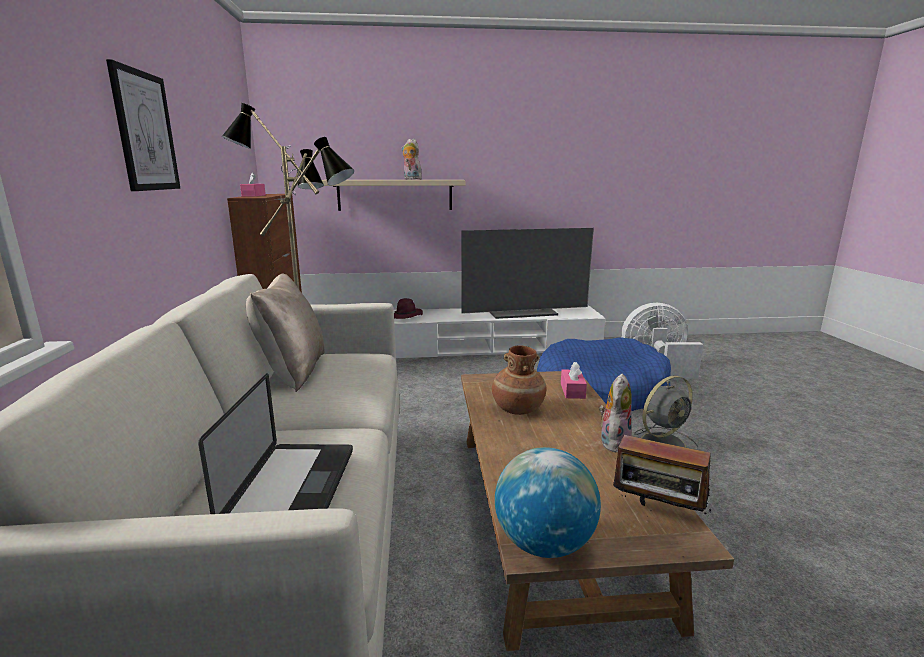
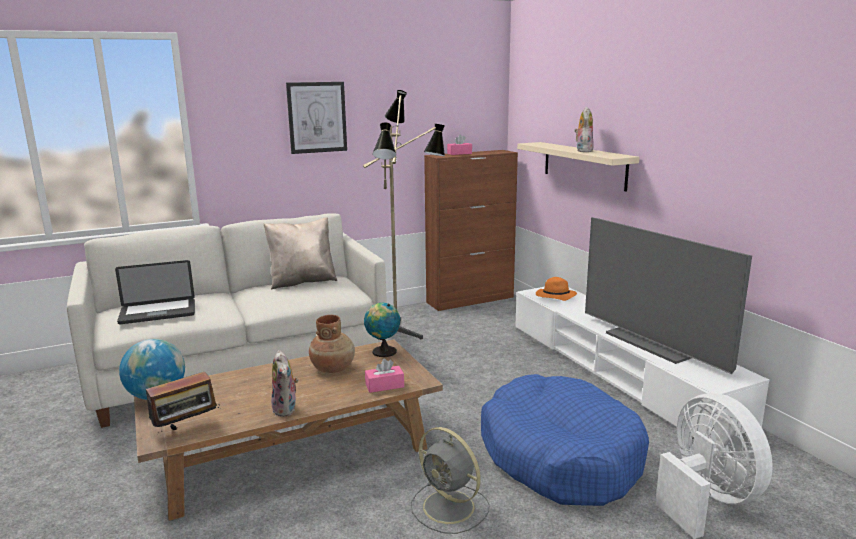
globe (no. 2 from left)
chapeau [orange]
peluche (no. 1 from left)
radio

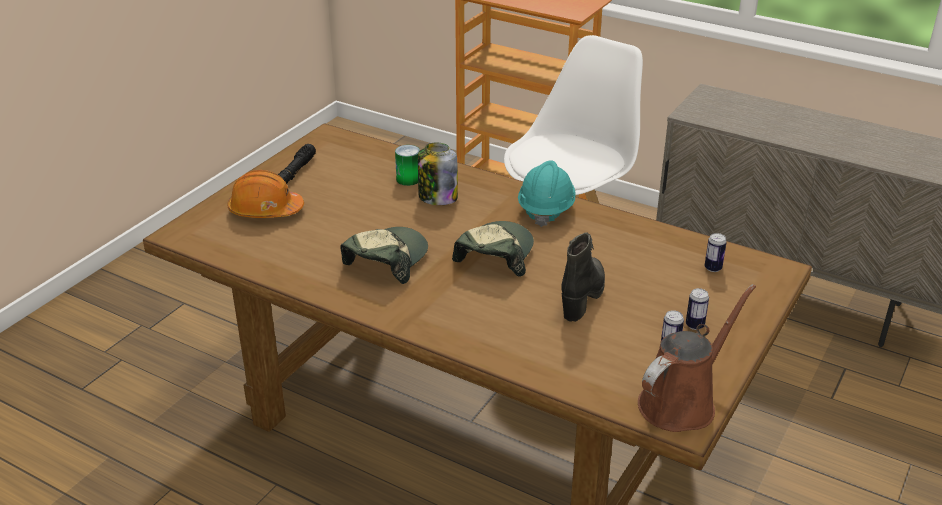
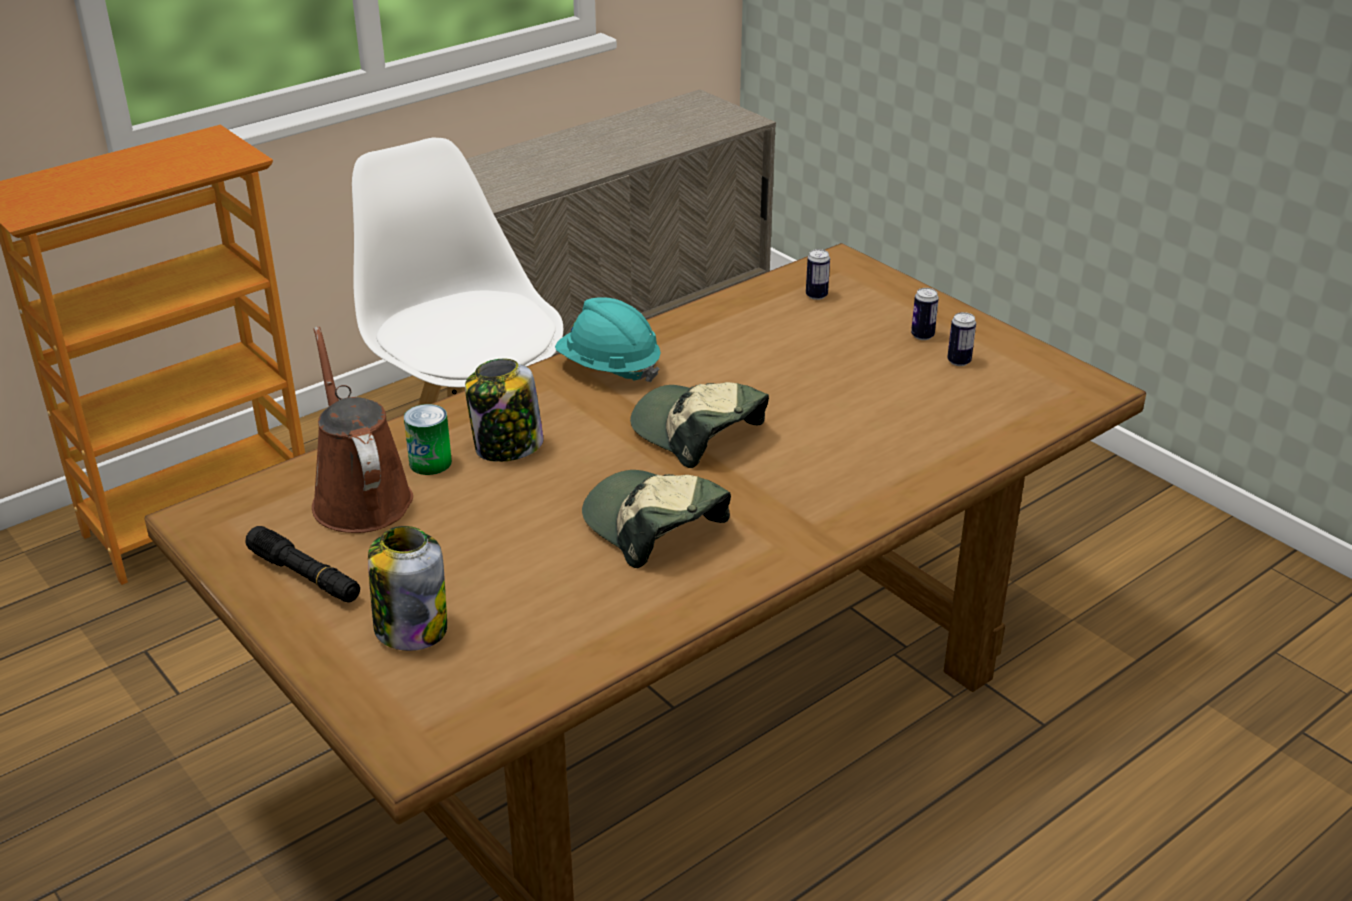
botte [noir]
arrosoir [marron]
bocal (no. 1 from left)

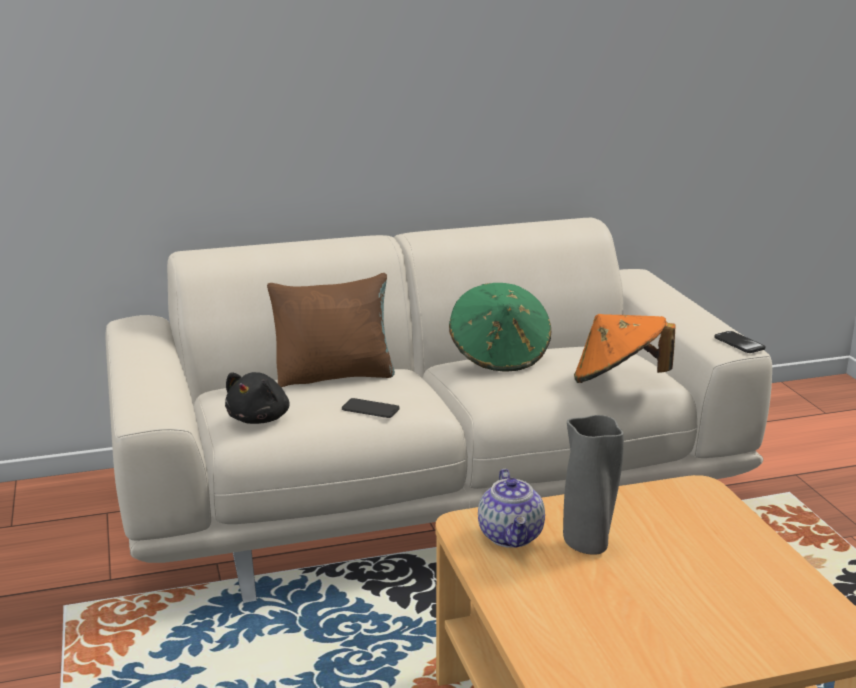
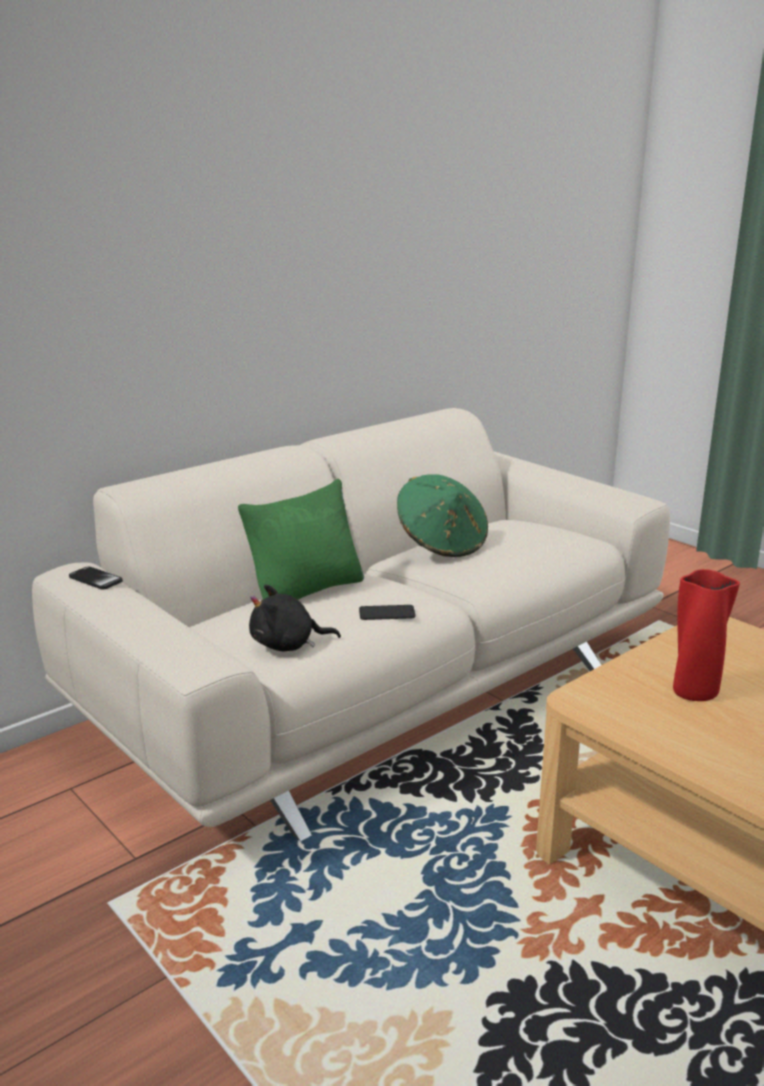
théière
chapeau [orange]
téléphone (no. 1 from left)
coussin [vert]
vase [rouge]
peluche [noir]

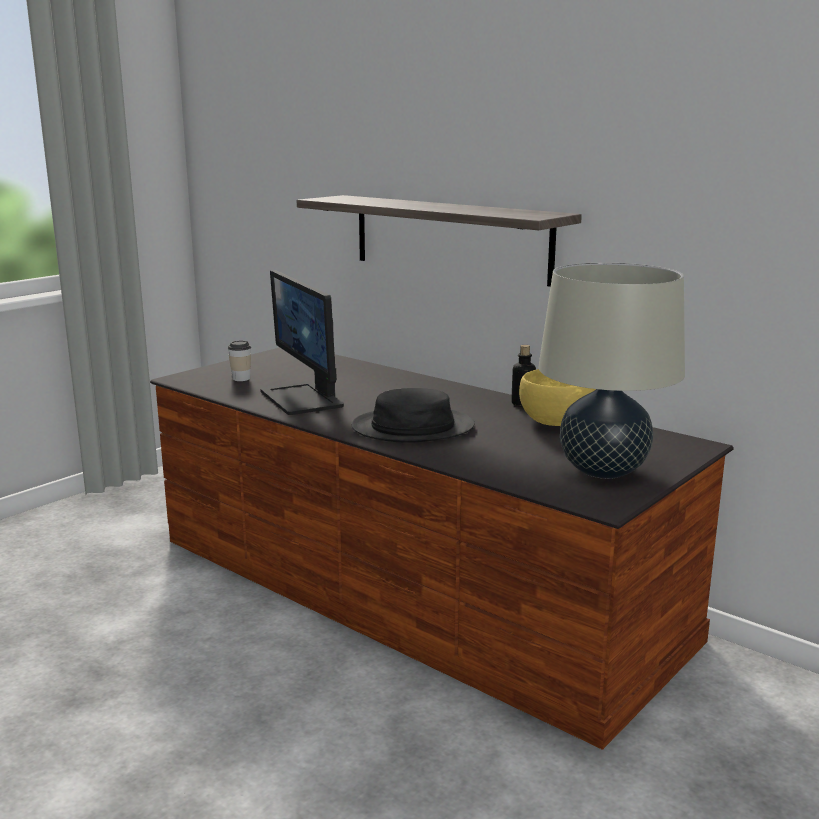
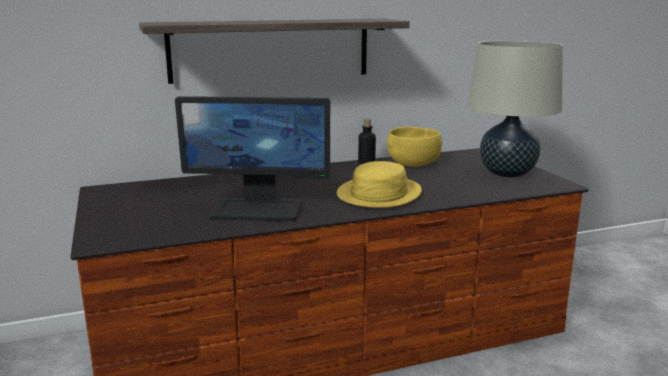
tasse
chapeau [jaune]

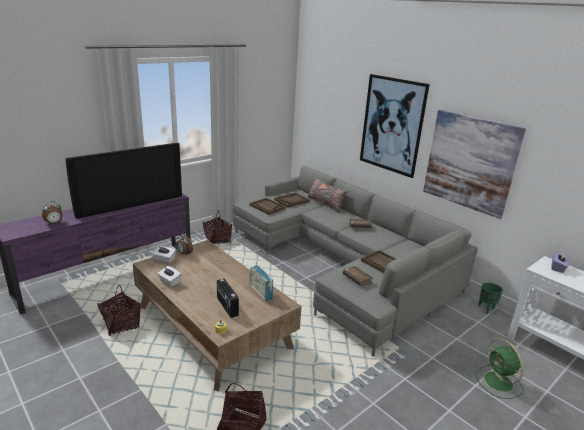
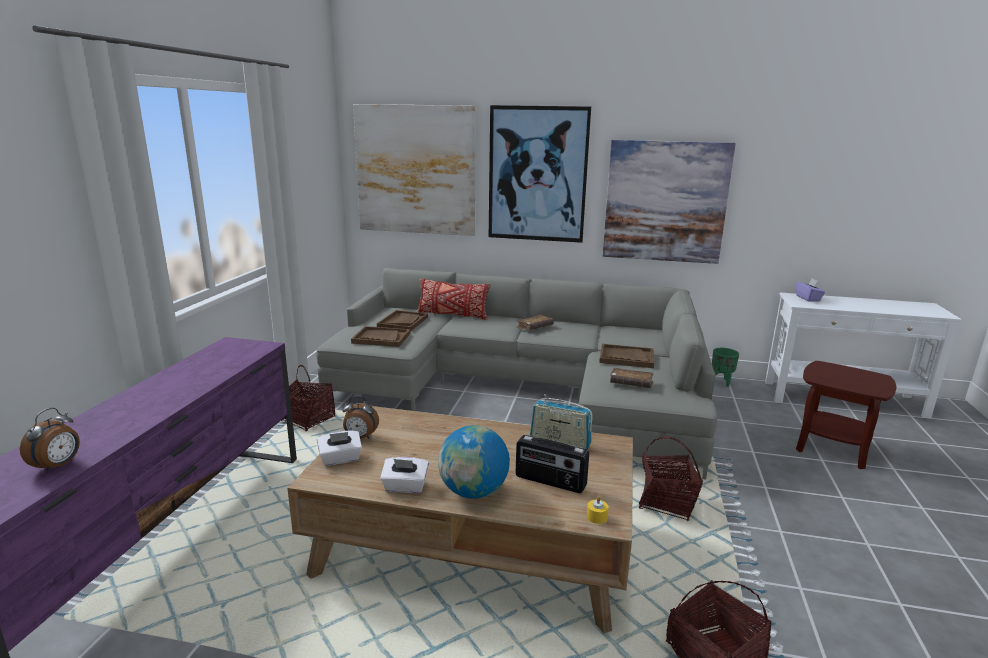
téléviseur
tableau (no. 1 from left)
globe
panier (no. 2 from left)
table d'appoint [marron]
coussin [rouge]

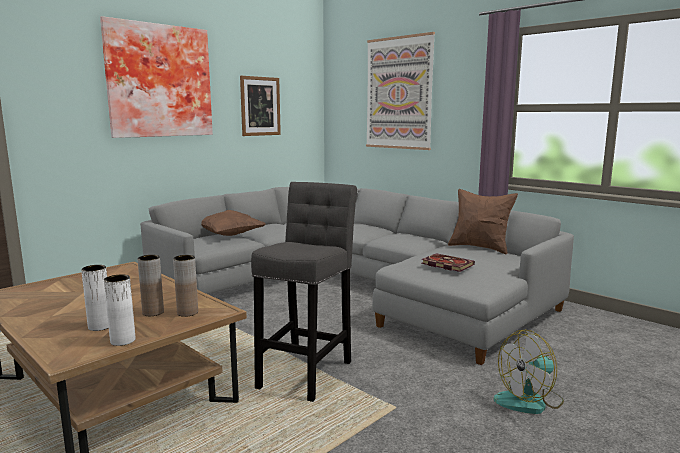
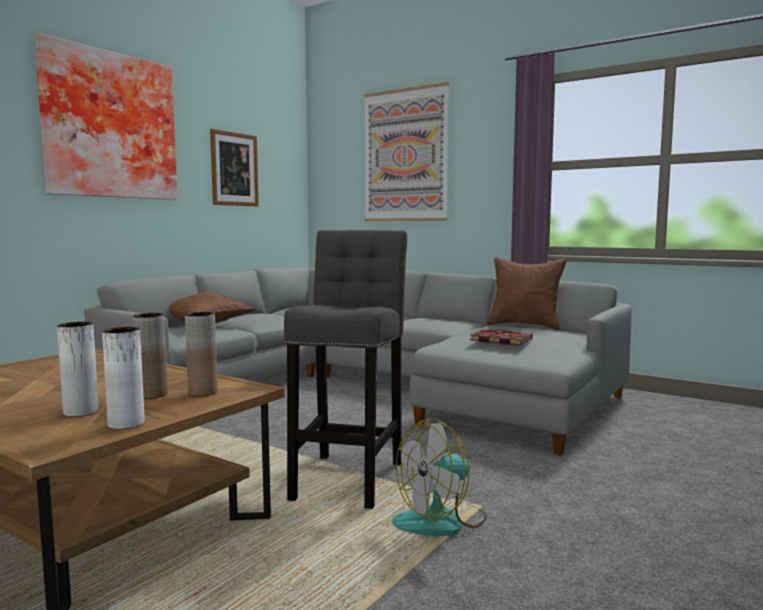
ventilateur

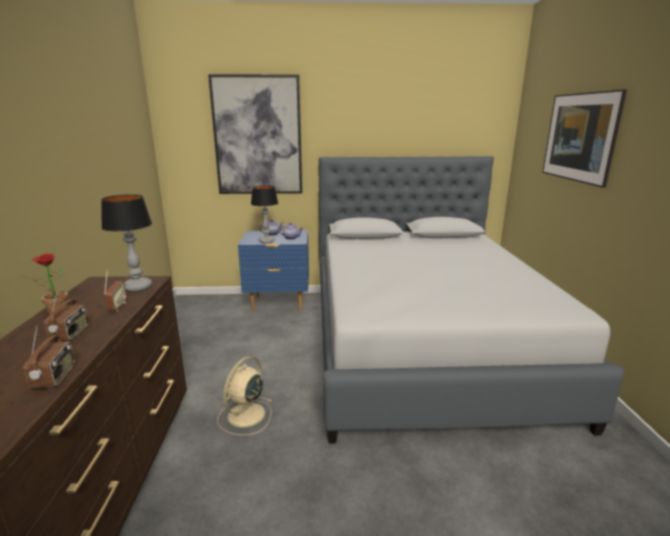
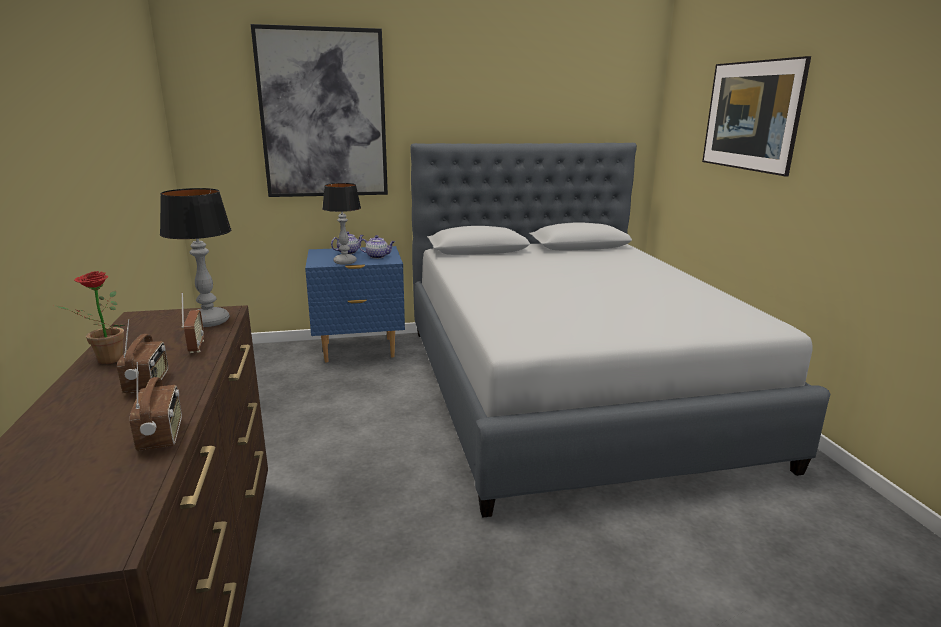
ventilateur [beige]

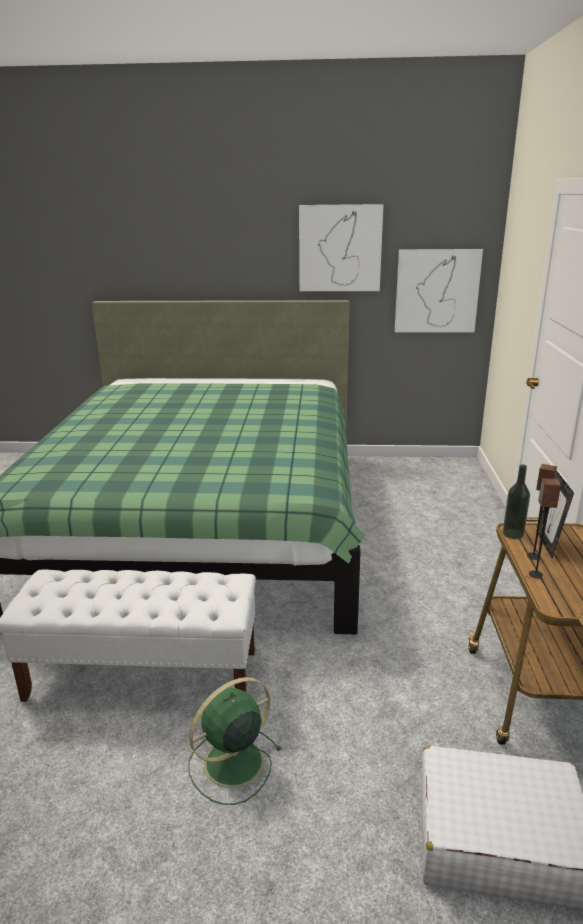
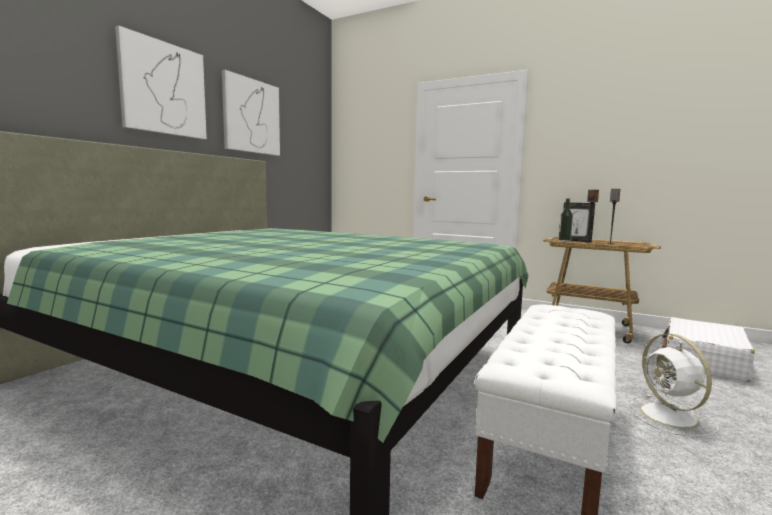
tableau (no. 1 from left)
ventilateur [blanc]

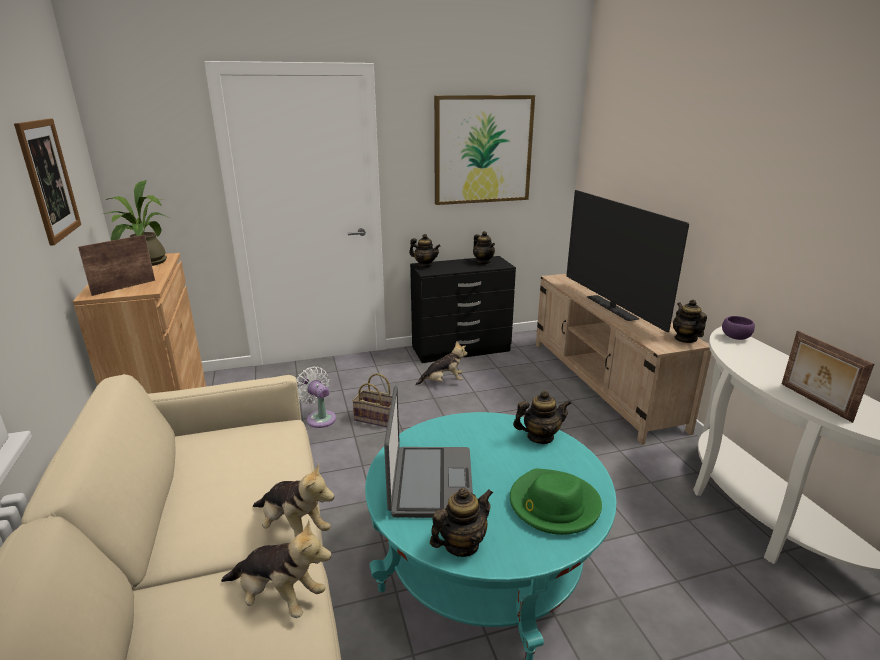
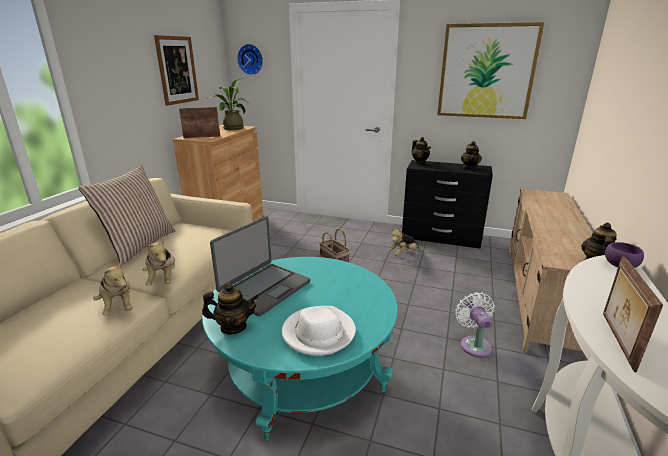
théière (no. 4 from left in the first image)
téléviseur
coussin
horloge murale
ventilateur [blanc]
chapeau [blanc]
peluche (no. 3 from left)

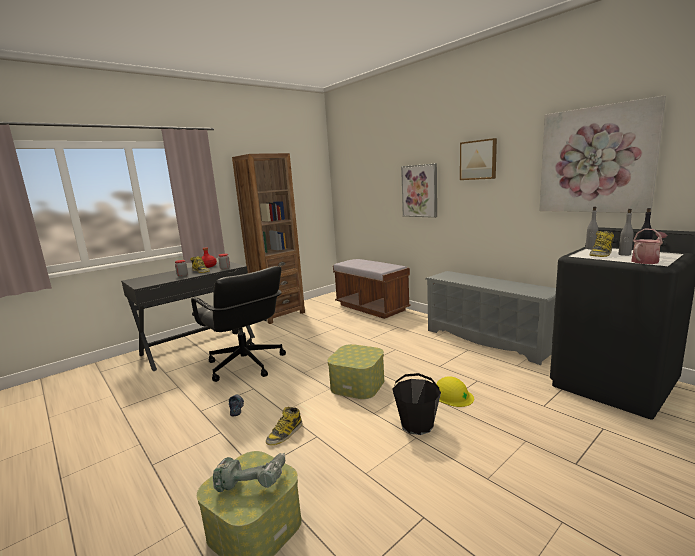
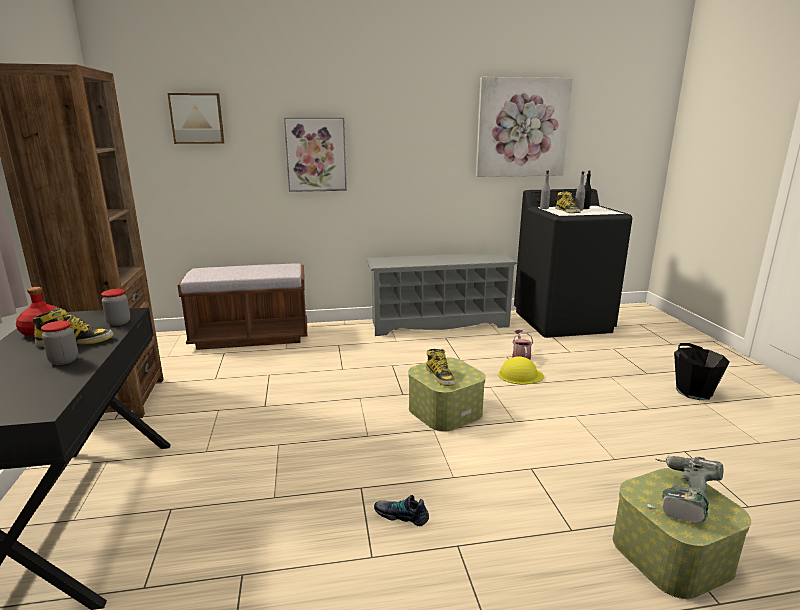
chaise de bureau [noir]
botte (no. 2 from left)
seau [noir]
tableau (no. 1 from left)
arrosoir

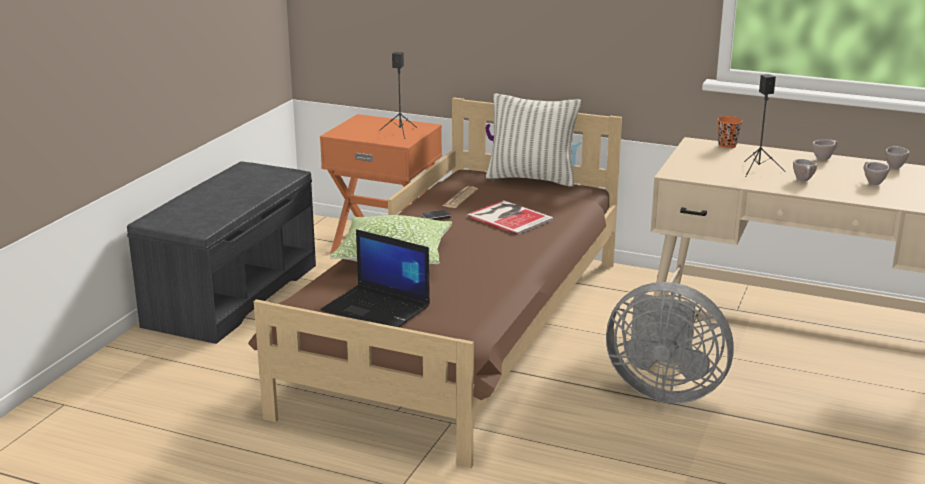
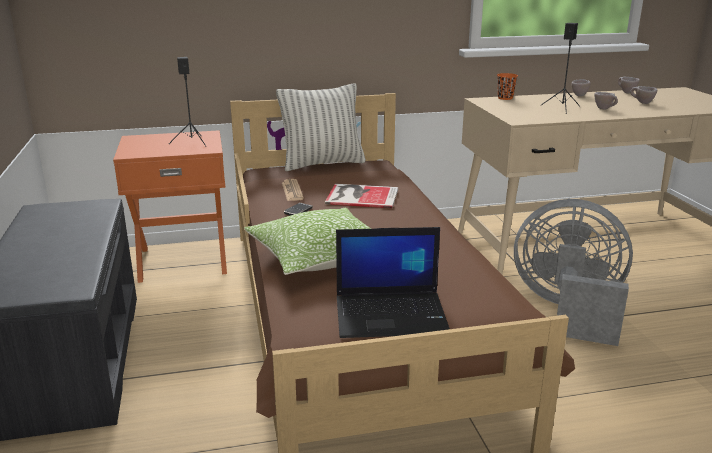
ventilateur [gris]

